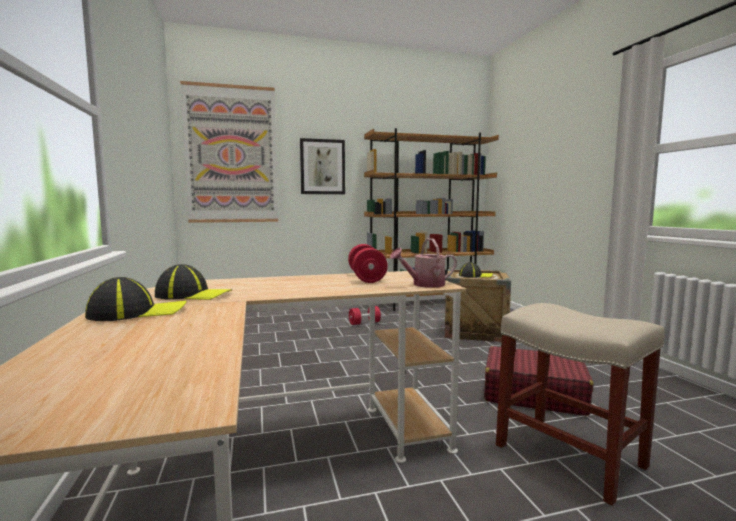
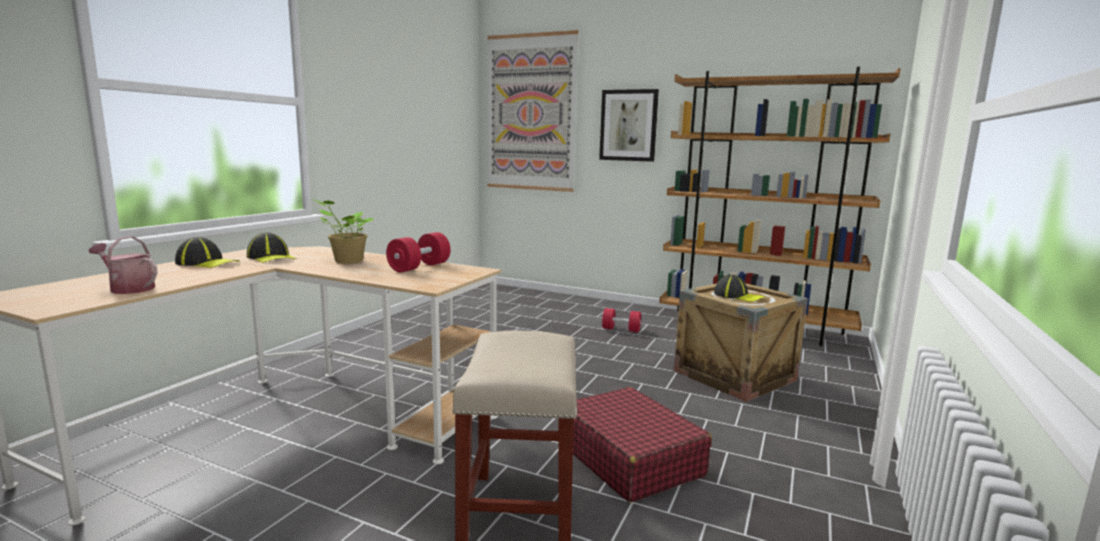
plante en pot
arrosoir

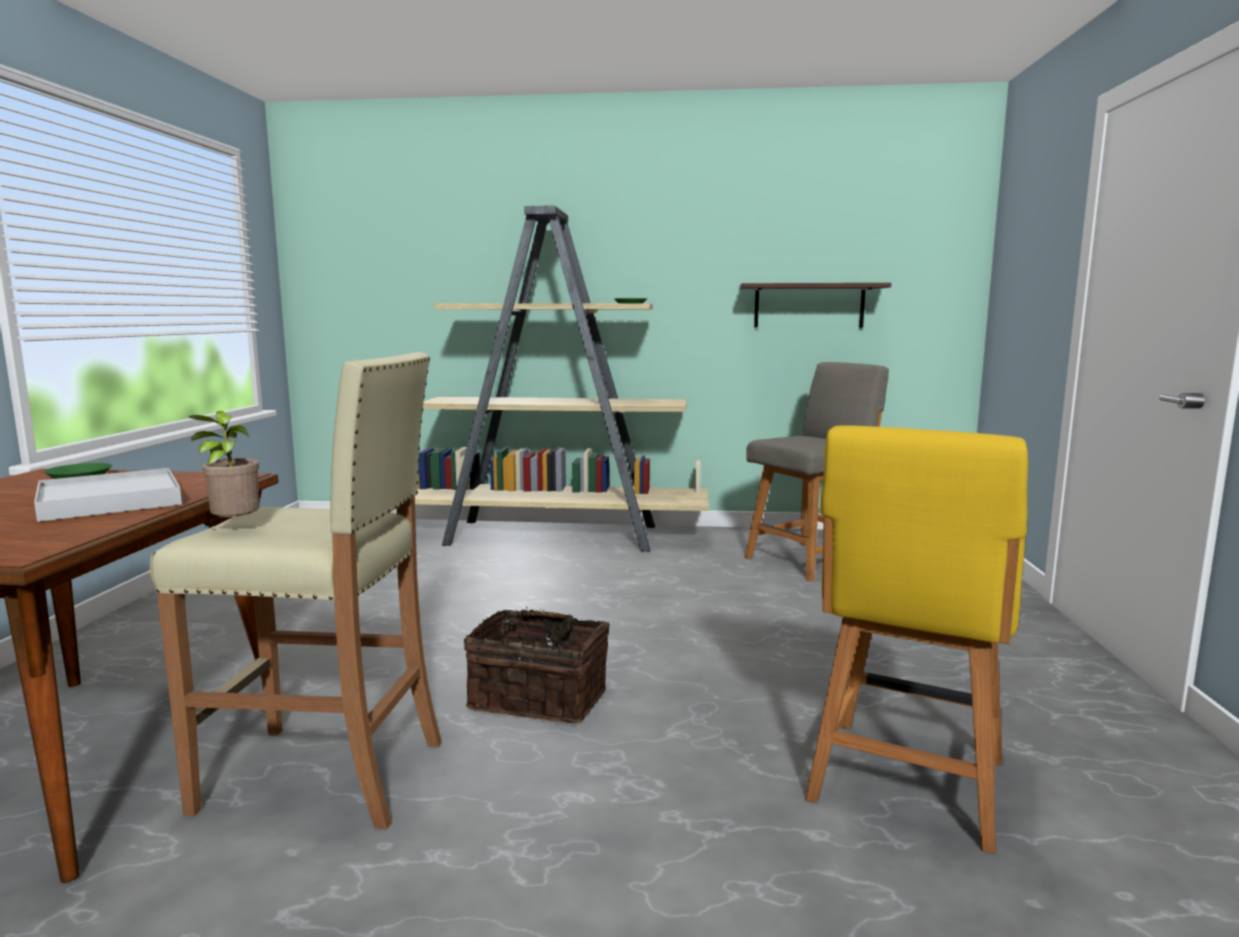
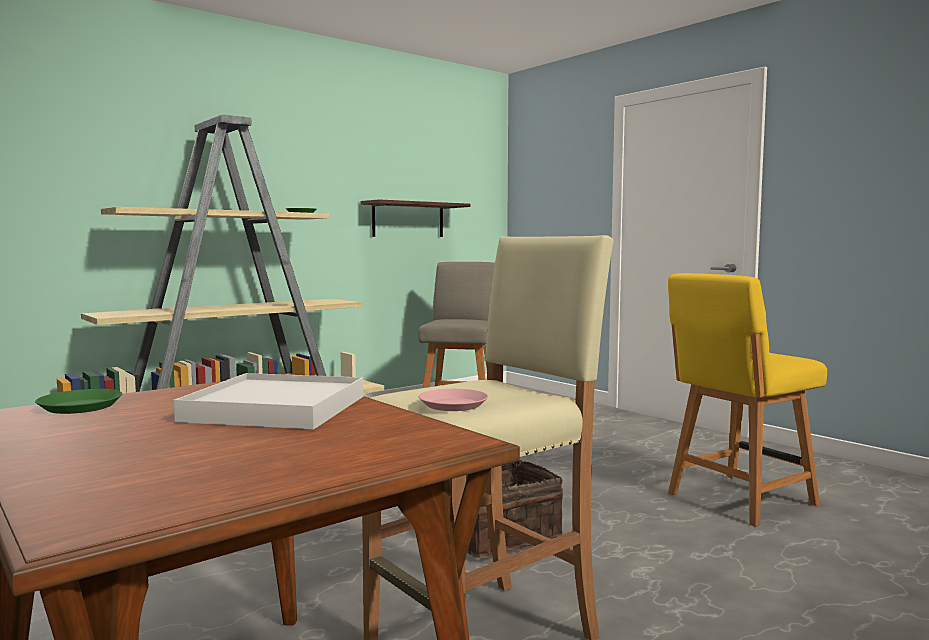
assiette [rose]
chaise [jaune]

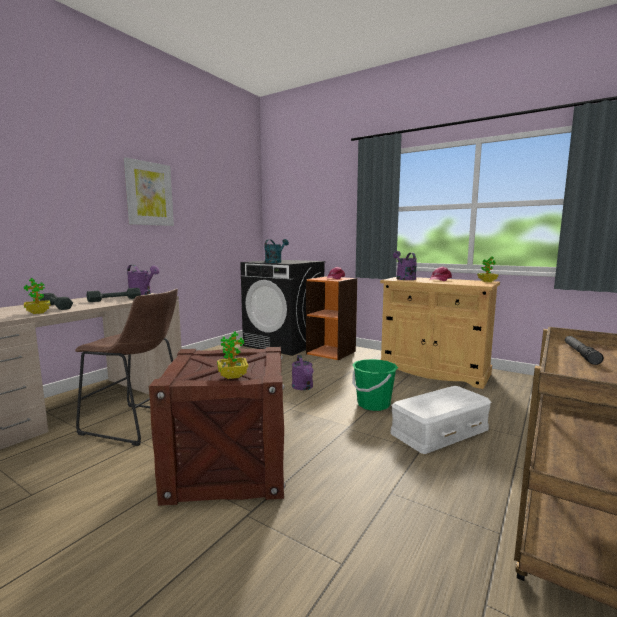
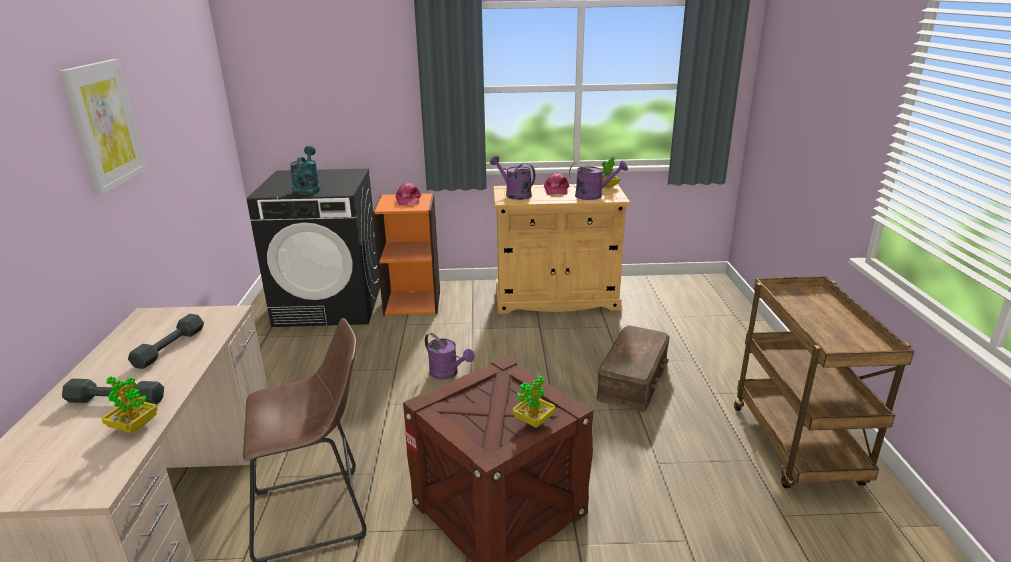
seau [vert]
lampe de poche
arrosoir [violet] (no. 3 from left)
boîte de rangement [marron]

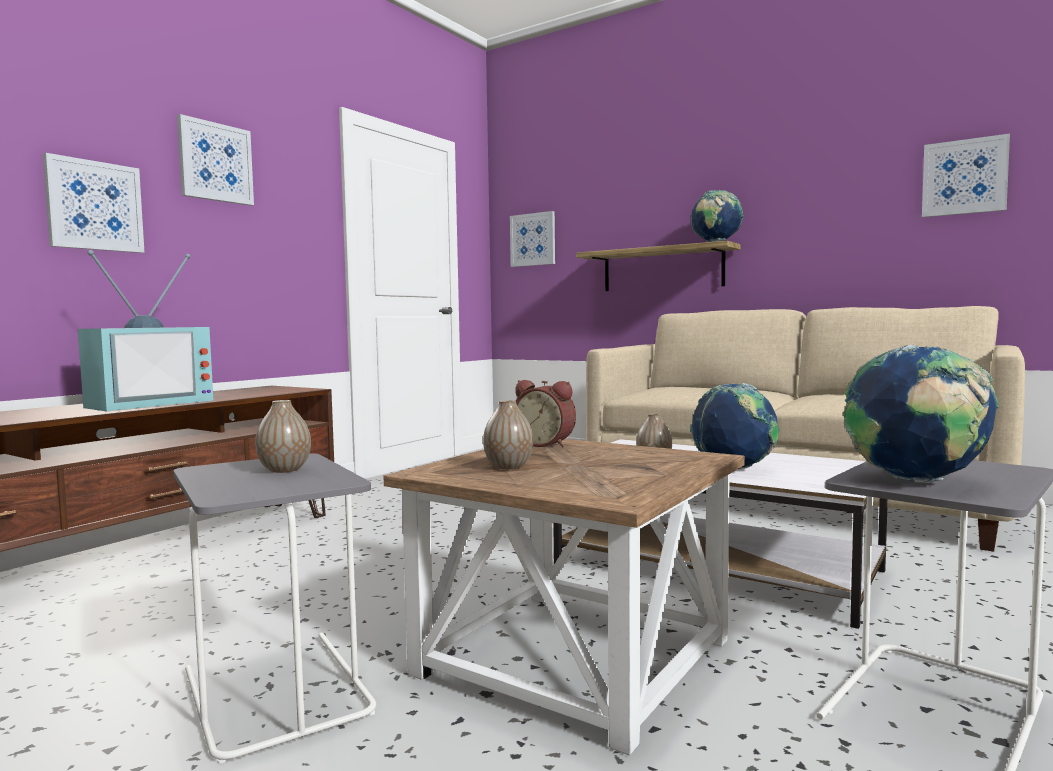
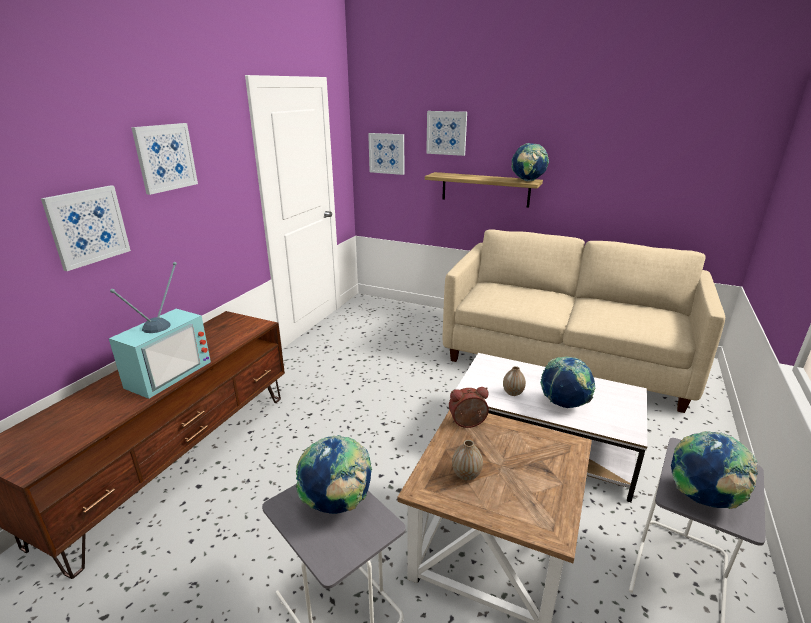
tableau (no. 4 from left)
globe (no. 1 from left)
réveil

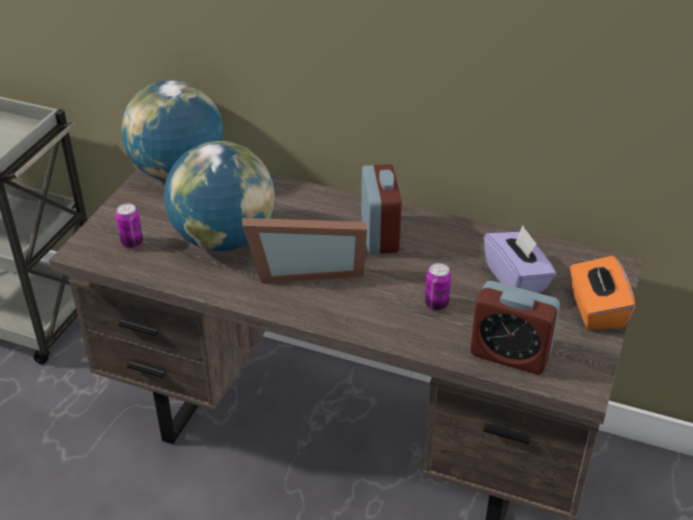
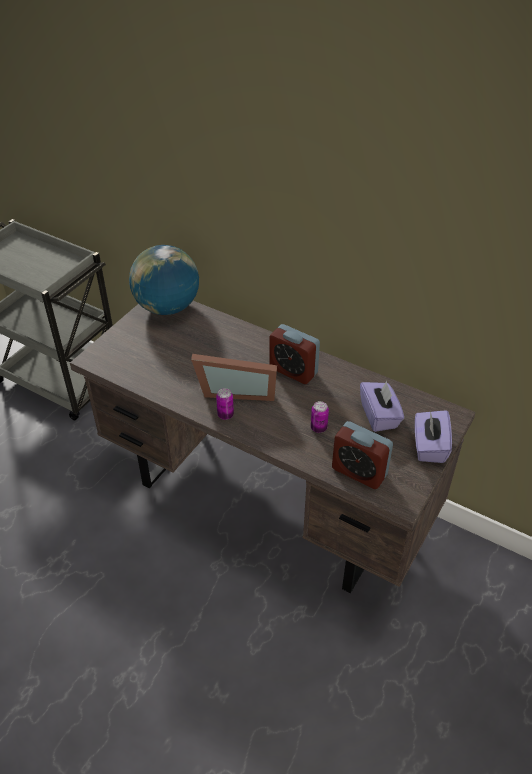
globe (no. 2 from left in the first image)
boîte métallique (no. 1 from left)
boîte à mouchoirs [violet] (no. 2 from left)
réveil (no. 1 from left)

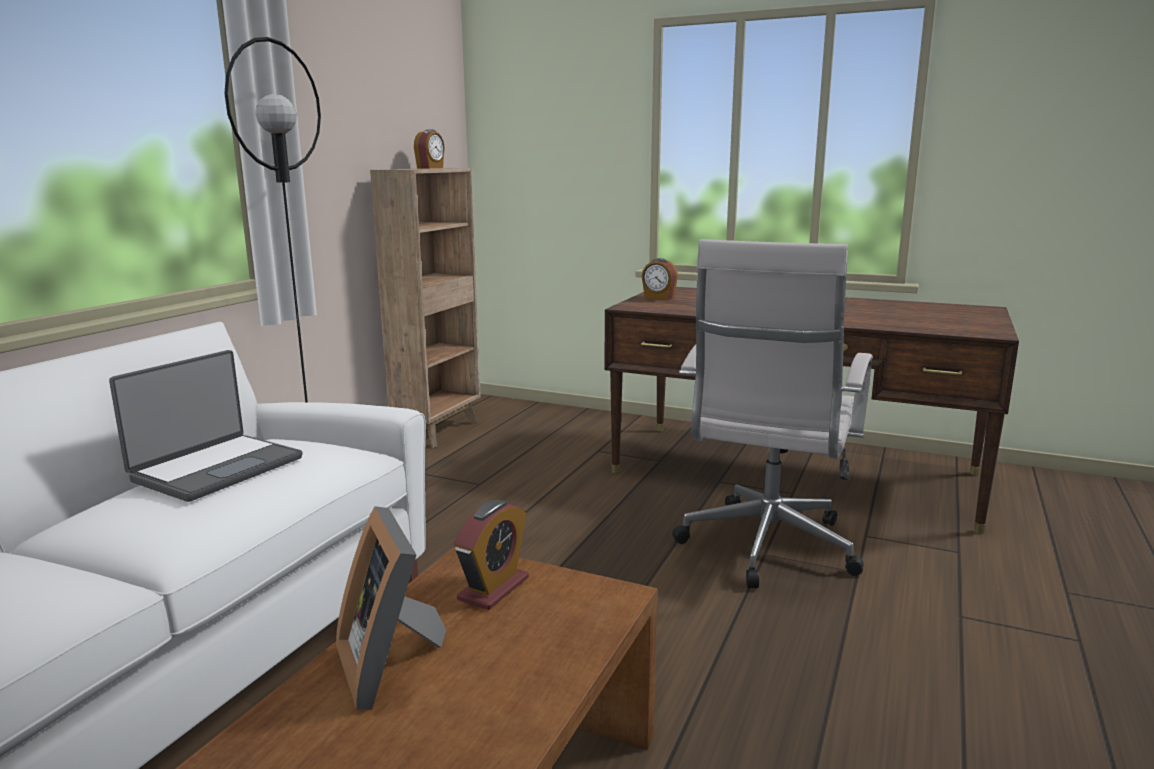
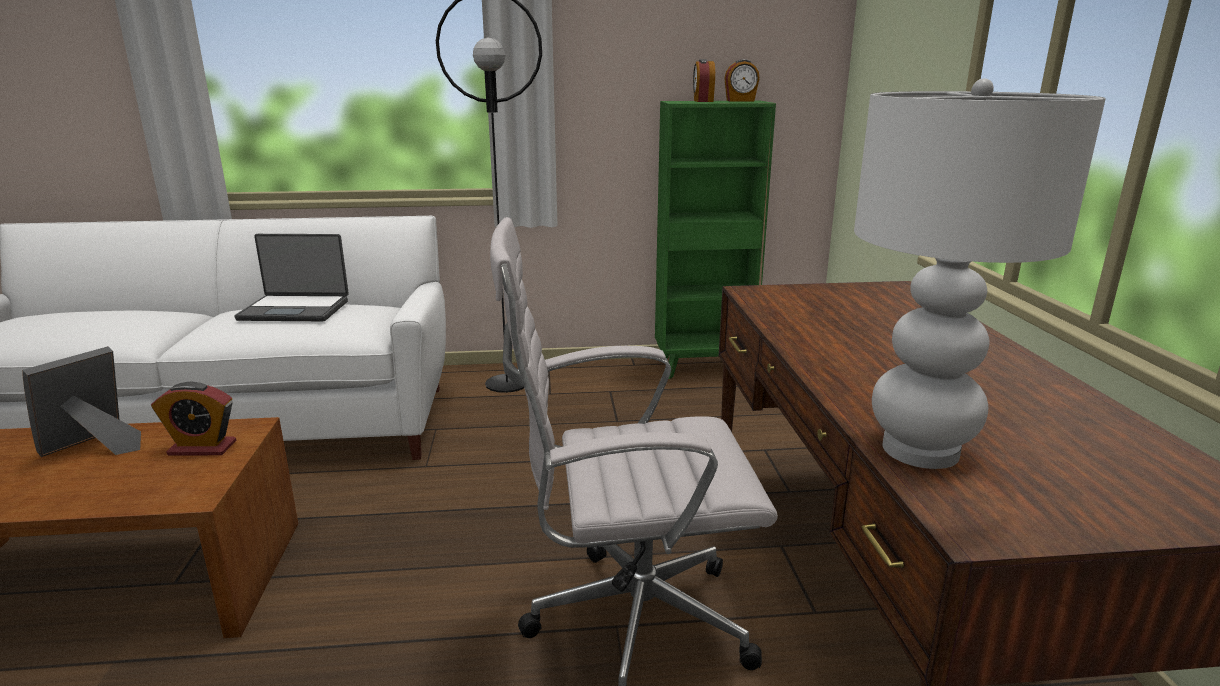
lampe de table [blanc]
réveil (no. 2 from left)
bibliothèque [vert]

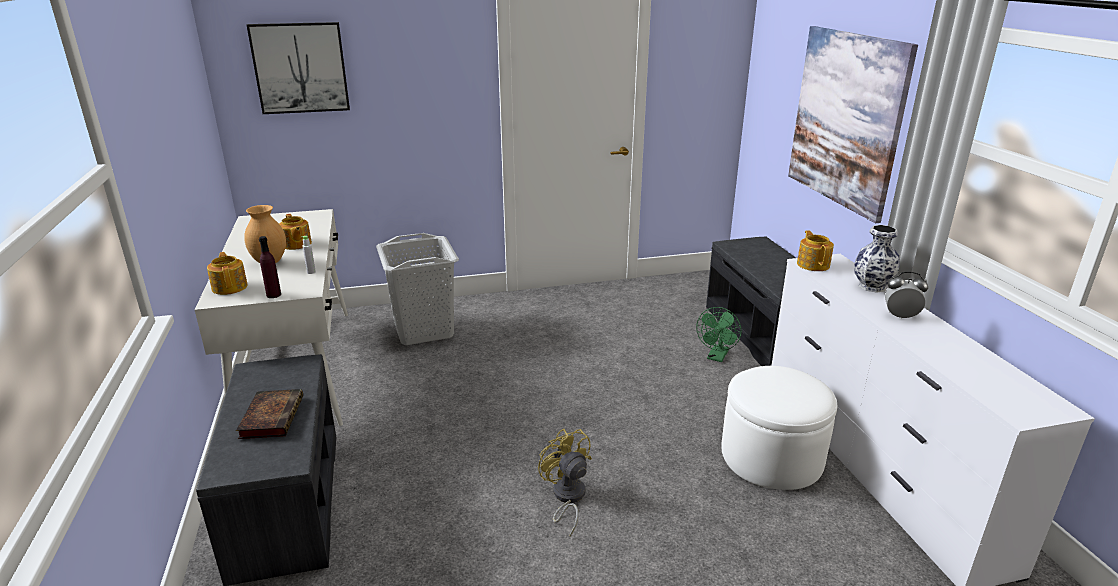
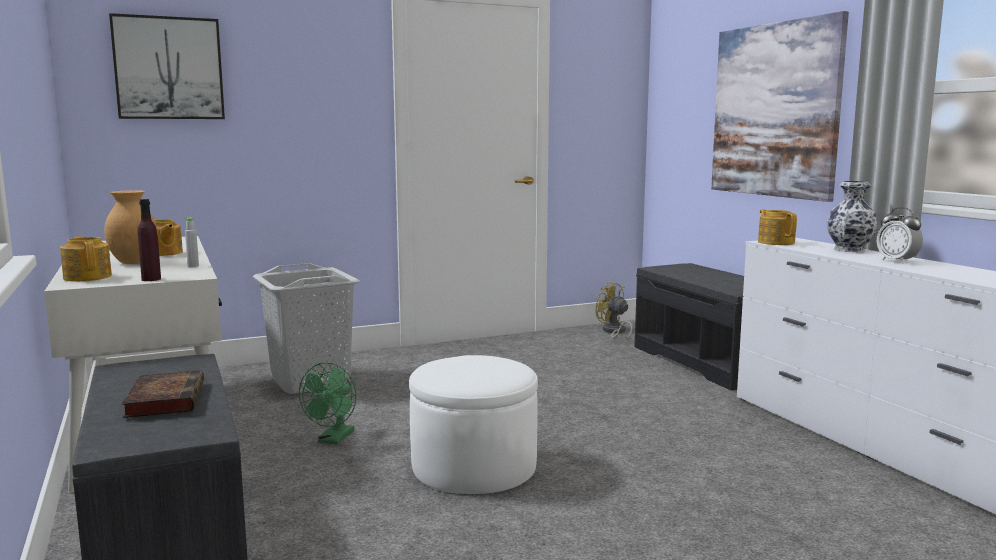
ventilateur [jaune]
ventilateur [vert]
pouf [blanc]
réveil

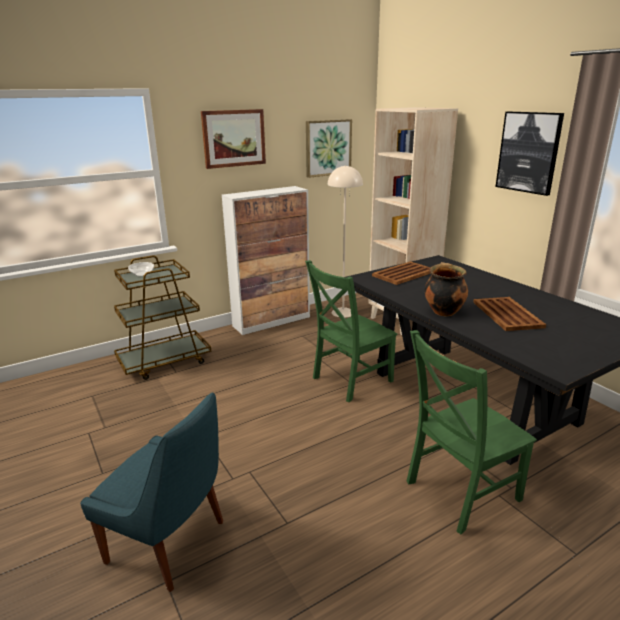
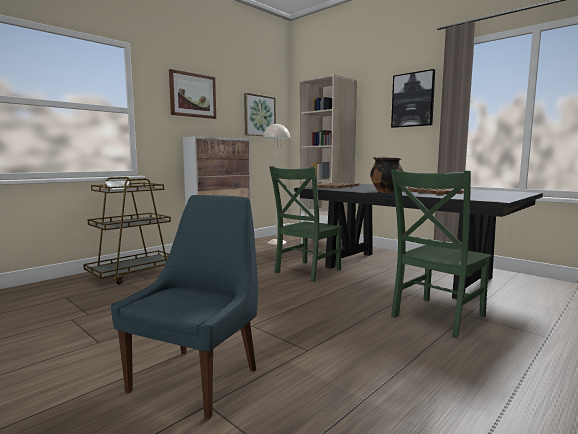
chaise [bleu]

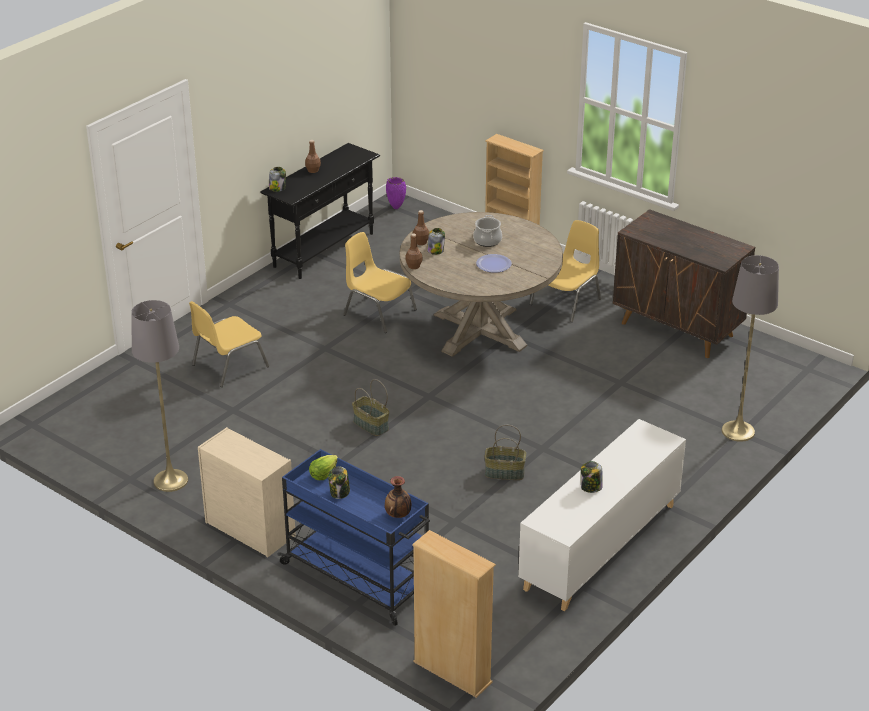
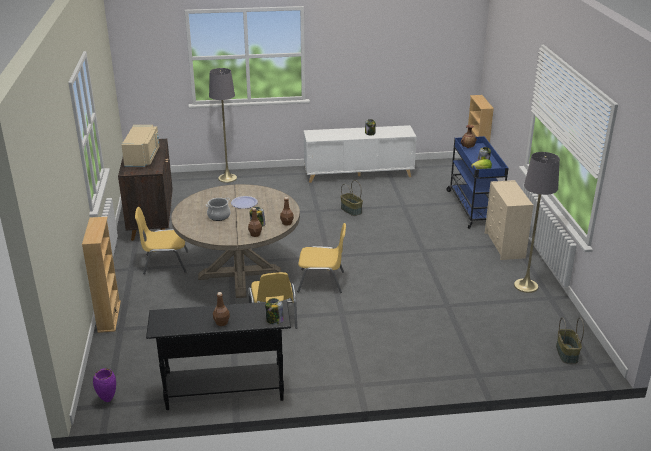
micro-ondes [beige]
chaise [jaune] (no. 3 from left)
panier (no. 2 from left)

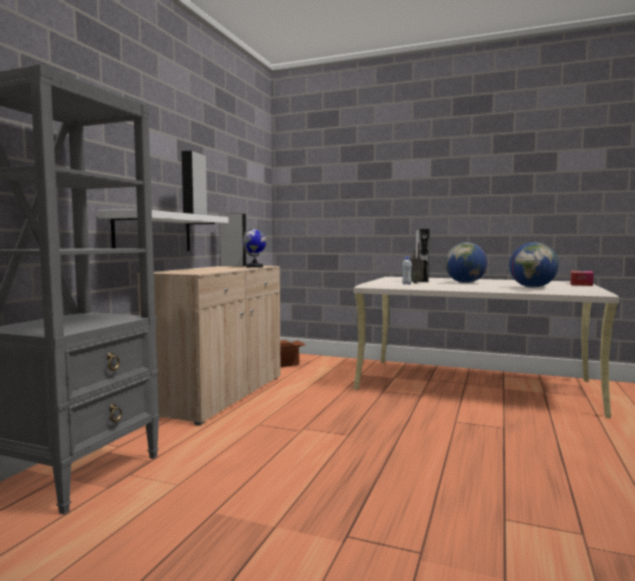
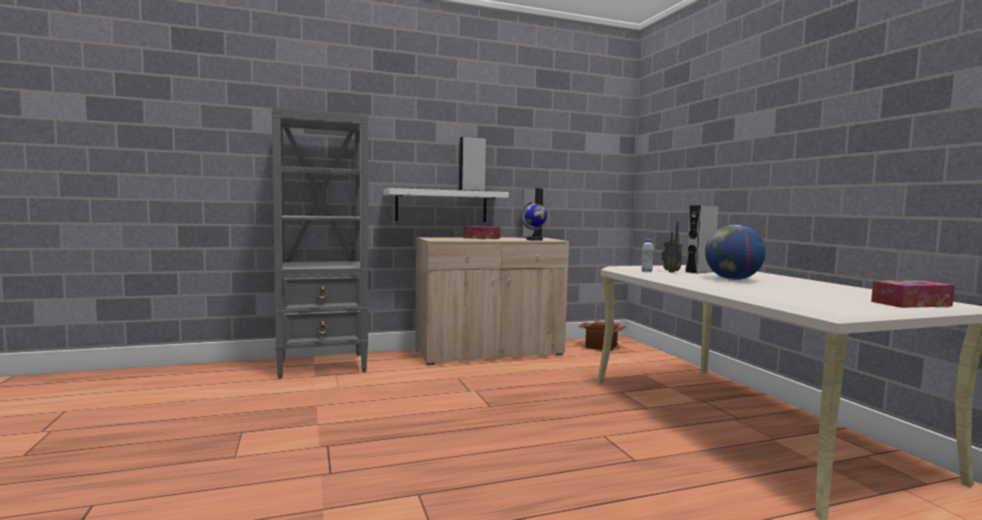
globe (no. 3 from left in the first image)
boîte à mouchoirs (no. 1 from left)

